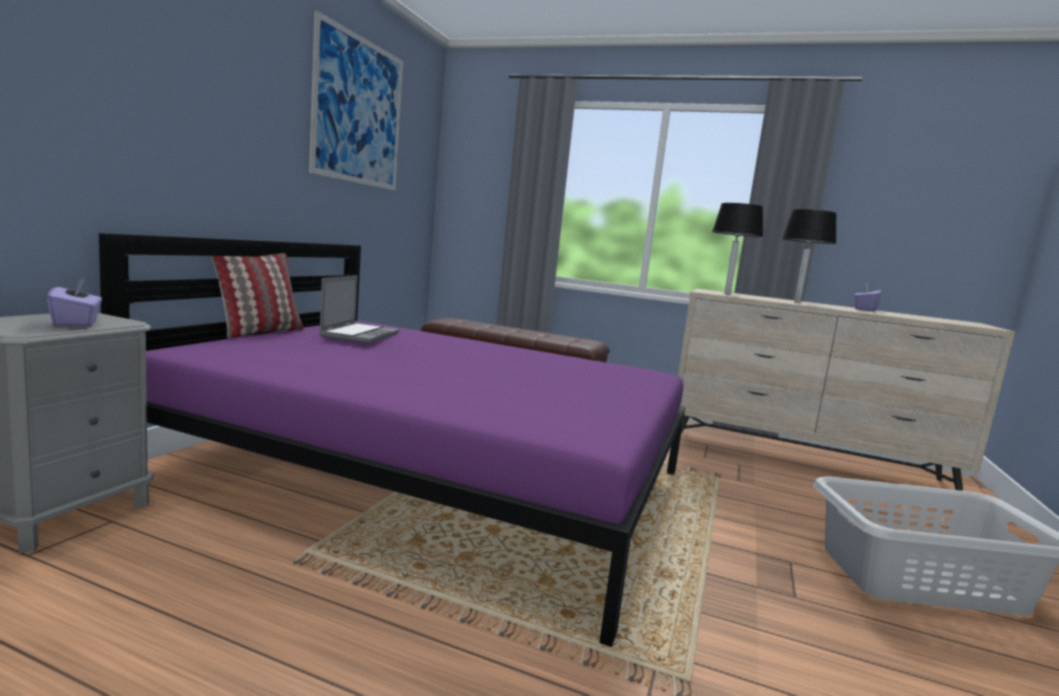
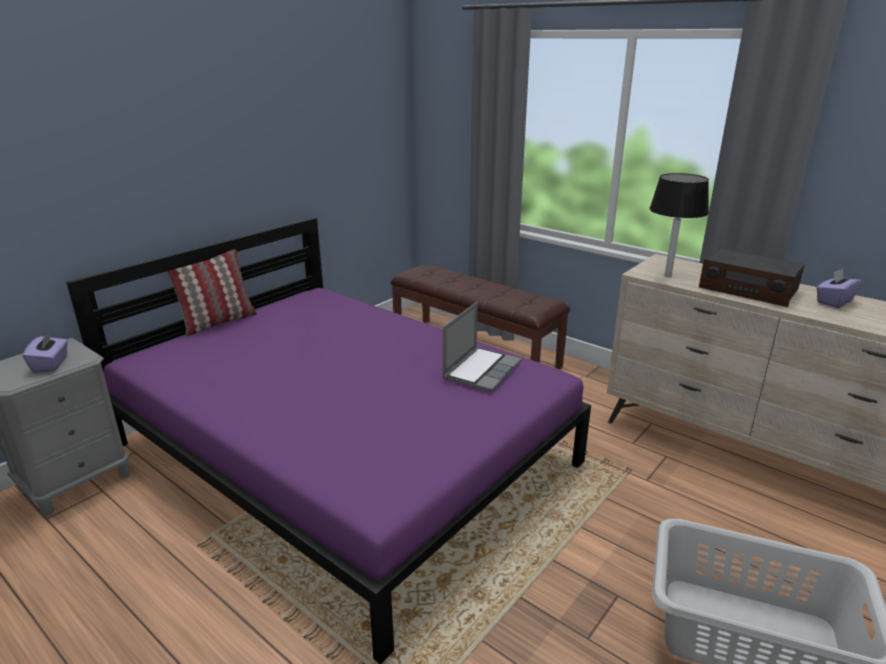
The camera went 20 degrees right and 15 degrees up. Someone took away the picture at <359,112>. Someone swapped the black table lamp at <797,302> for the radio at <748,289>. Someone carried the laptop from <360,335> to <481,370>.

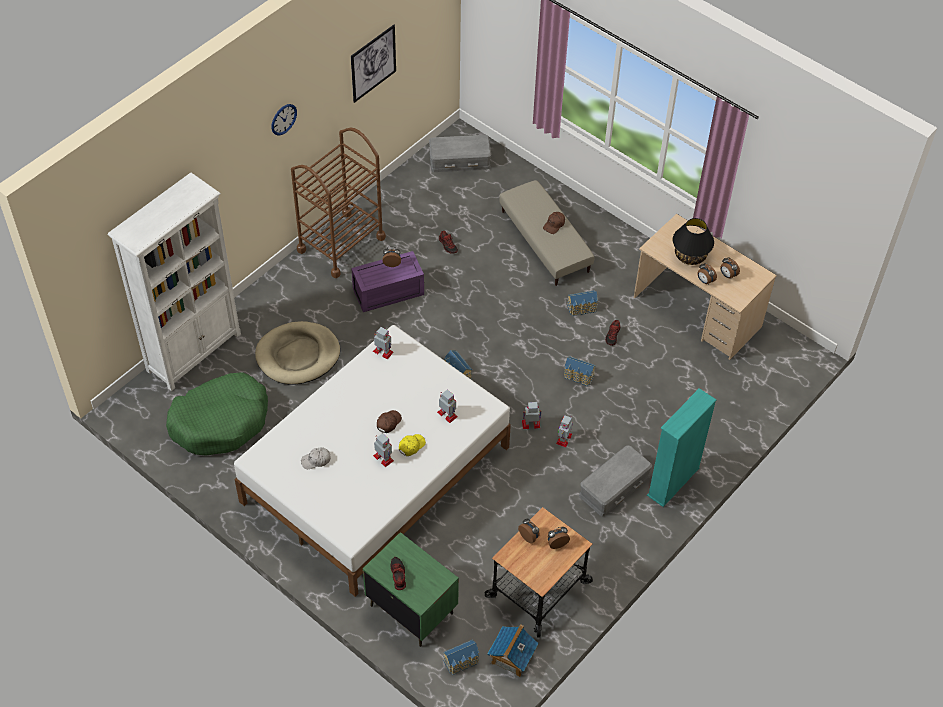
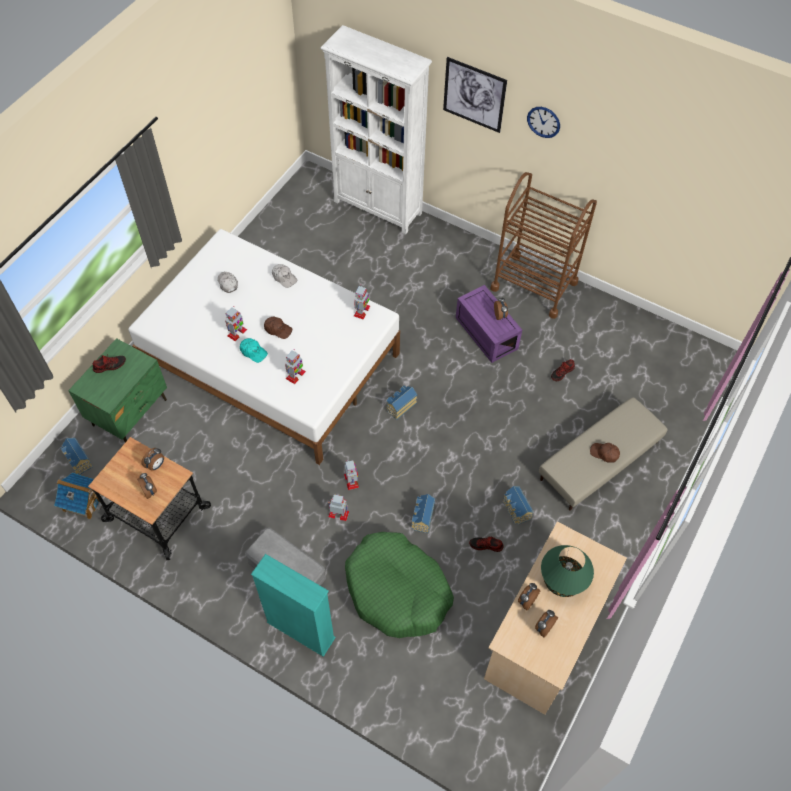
The camera went 80 degrees right and 5 degrees up. Someone carried the picture from <373,63> to <474,95>. Someone took away the grey storage box at <459,159>. Someone repainted the black table lamp at <690,255>, which became the green table lamp at <562,580>. Someone took away the beige dog bed at <298,355>. Someone carried the green dog bed from <220,421> to <397,590>. Someone repainted the yellow cap at <411,446>, which became the turquoise cap at <253,352>. Someone put down the white cap at <284,278>.

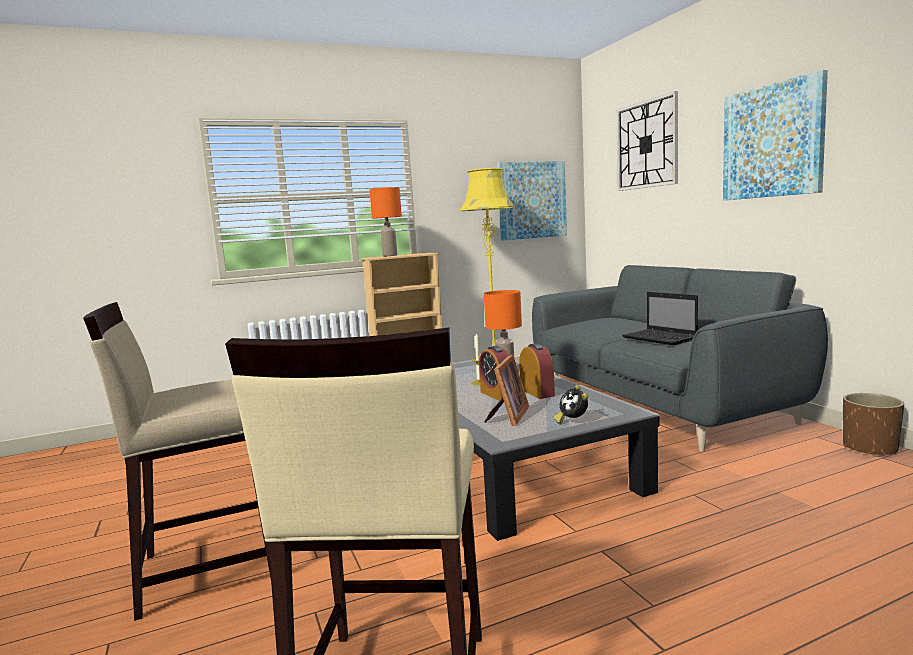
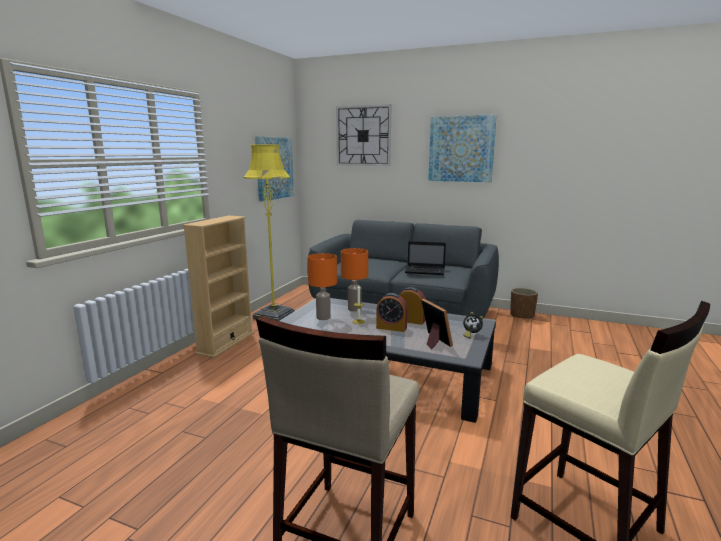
The camera went 45 degrees left and 5 degrees up. Someone carried the orange table lamp from <389,255> to <323,317>.

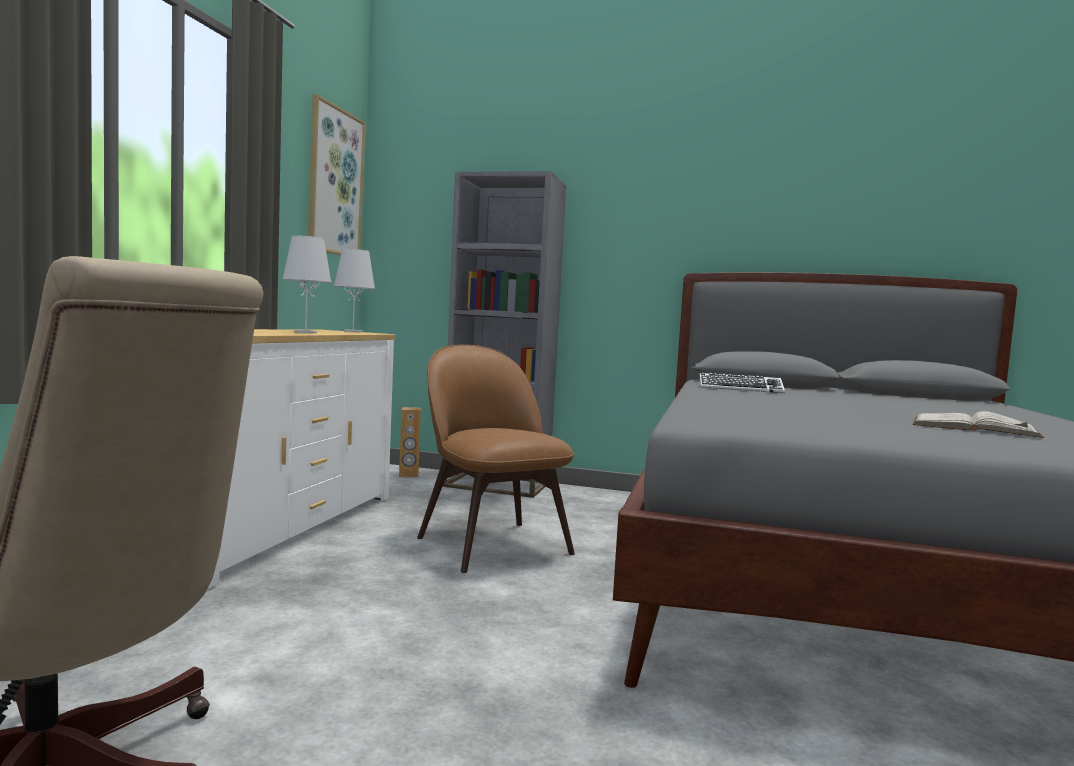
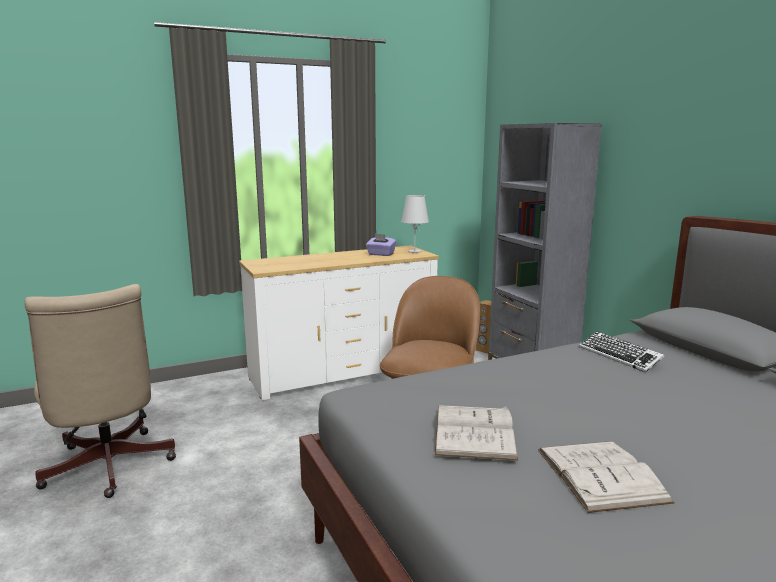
The camera went 50 degrees right and 10 degrees up. Someone took away the picture at <334,182>. Someone took away the white table lamp at <305,332>. Someone put down the purple tissue box at <381,254>. Someone put down the white book at <474,431>.

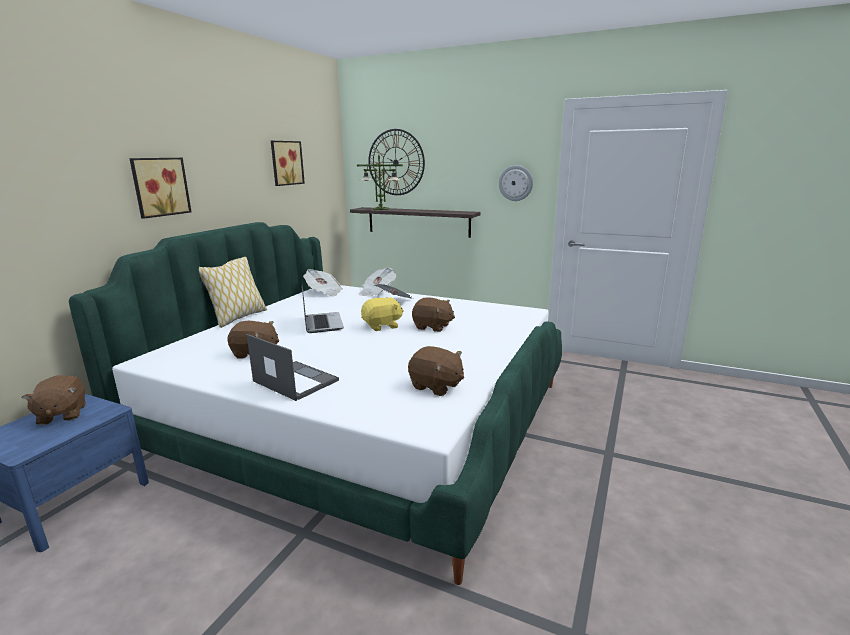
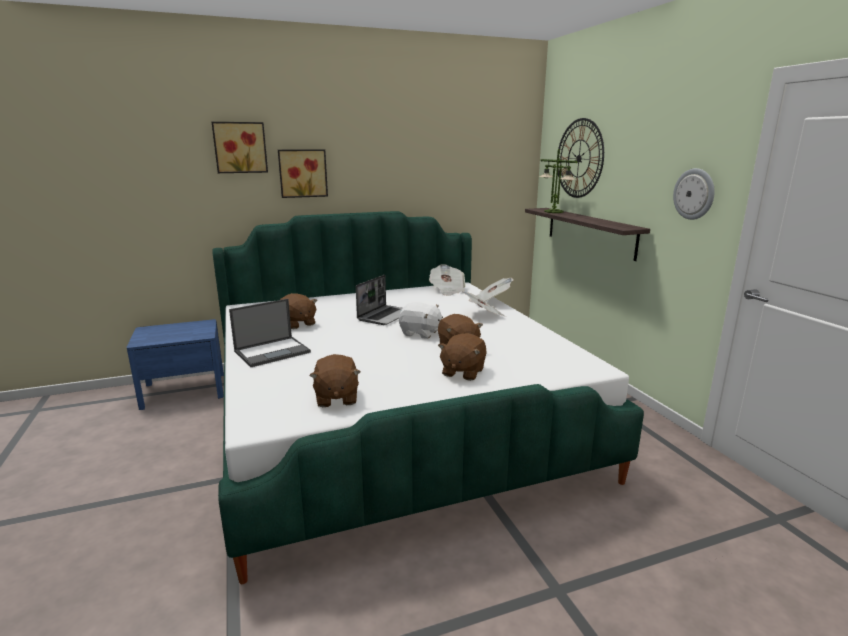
The camera went 45 degrees right and 0 degrees up. Someone carried the picture from <285,163> to <240,147>. Someone took away the pillow at <238,318>. Someone repainted the yellow plush toy at <382,326>, which became the white plush toy at <420,333>. Someone rotated the laptop at <294,381> by 60 degrees clockwise. Someone carried the brown plush toy from <62,415> to <462,372>.

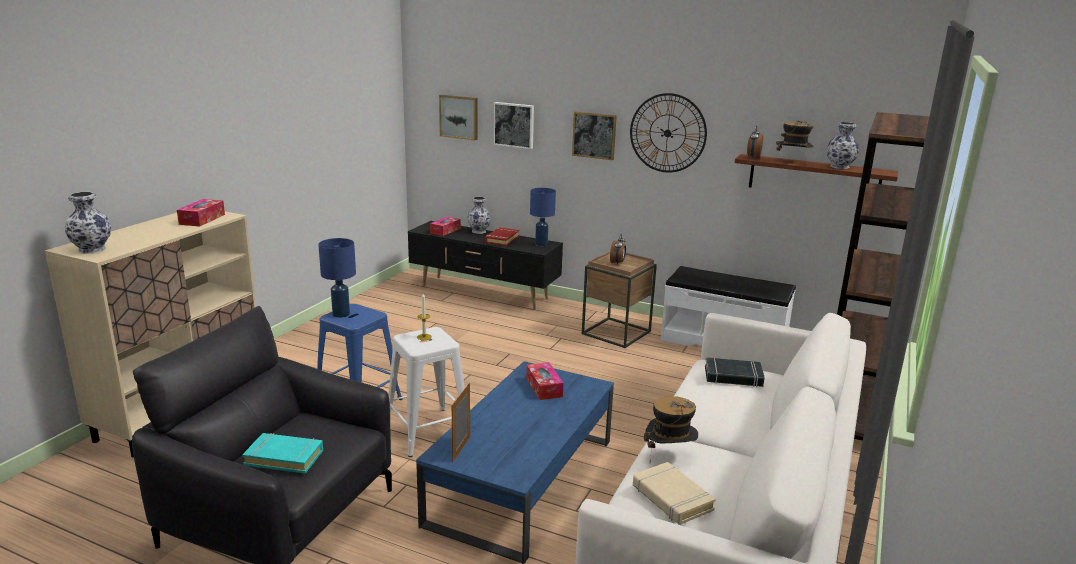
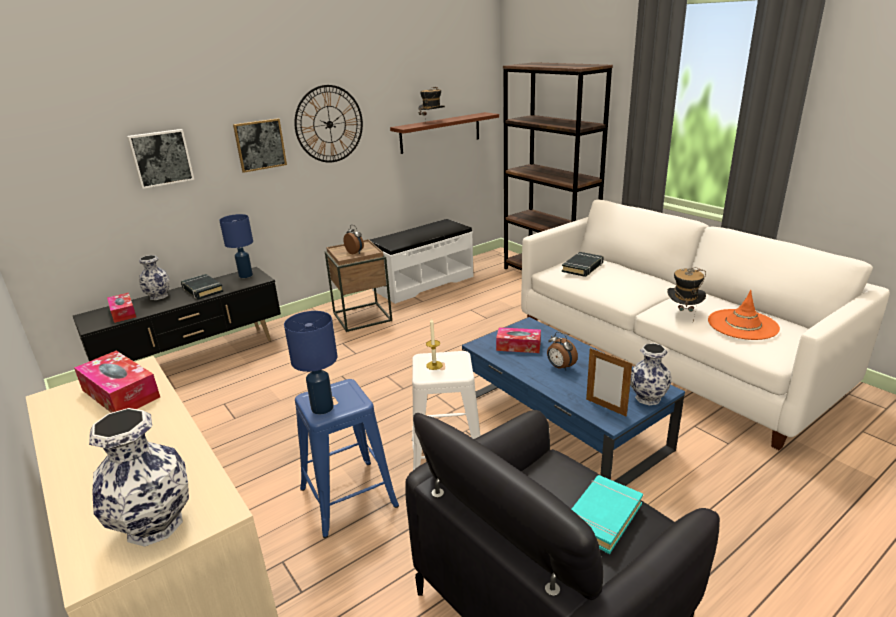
The camera went 60 degrees left and 5 degrees up. Someone took away the picture at <459,117>. Someone carried the vase from <839,167> to <648,398>. Someone carried the alarm clock from <753,157> to <560,367>. Someone repainted the red book at <501,239>, which became the black book at <202,290>. Someone swapped the beige book at <671,498> for the orange hat at <742,325>.

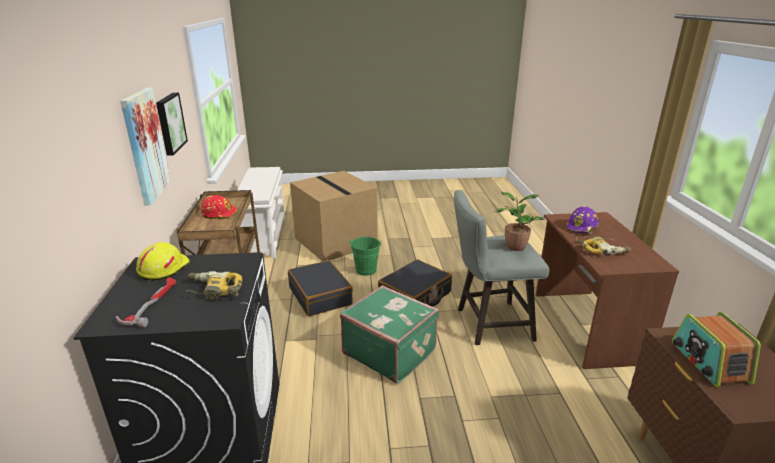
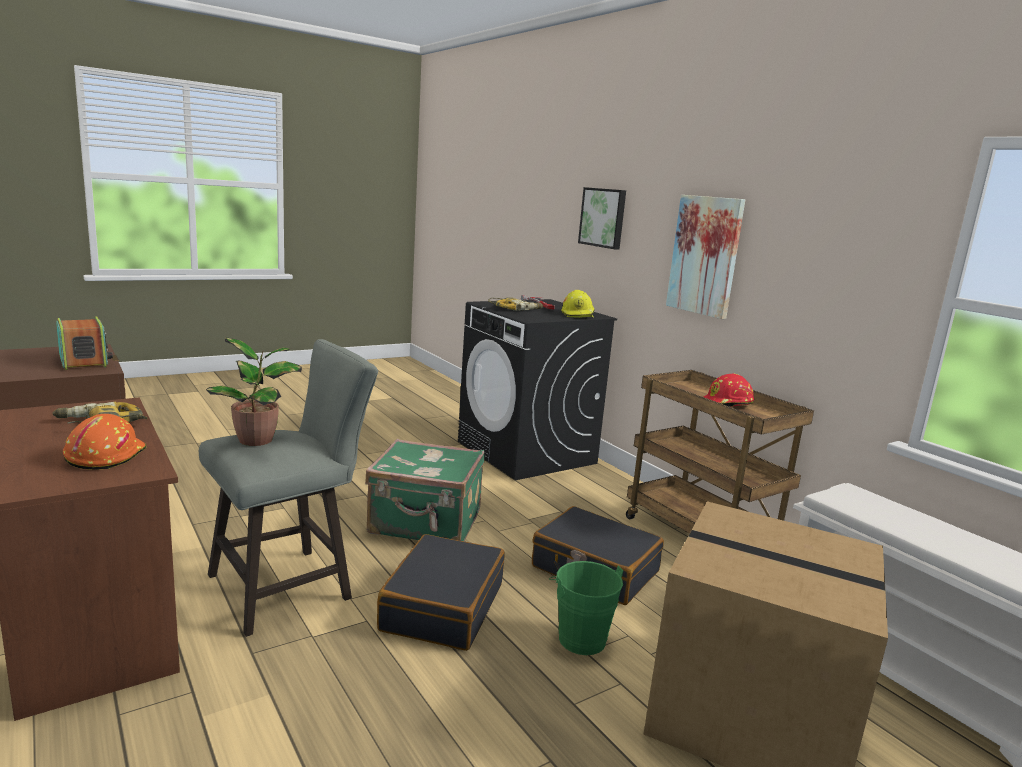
The camera went 150 degrees right and 10 degrees down. Someone carried the picture from <169,123> to <603,217>. Someone repainted the purple hard hat at <582,227>, which became the orange hard hat at <104,456>.

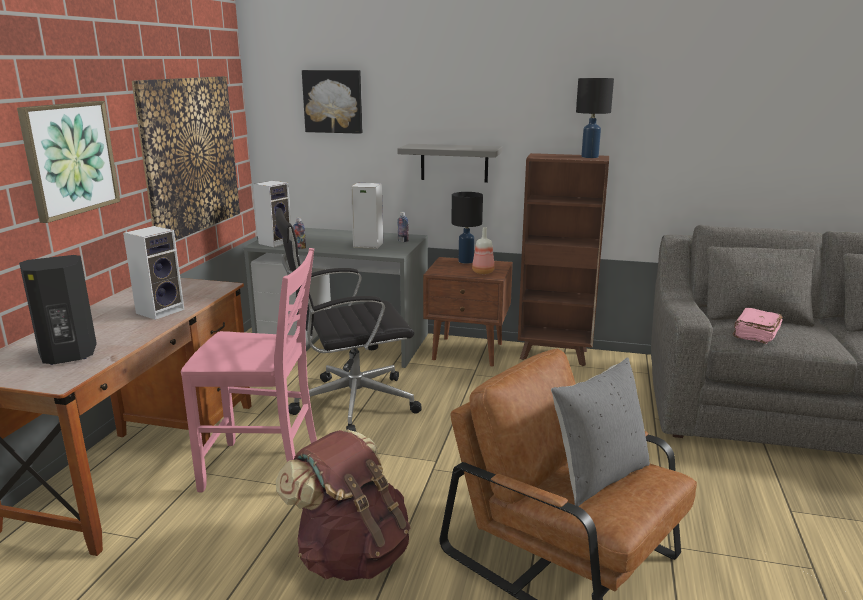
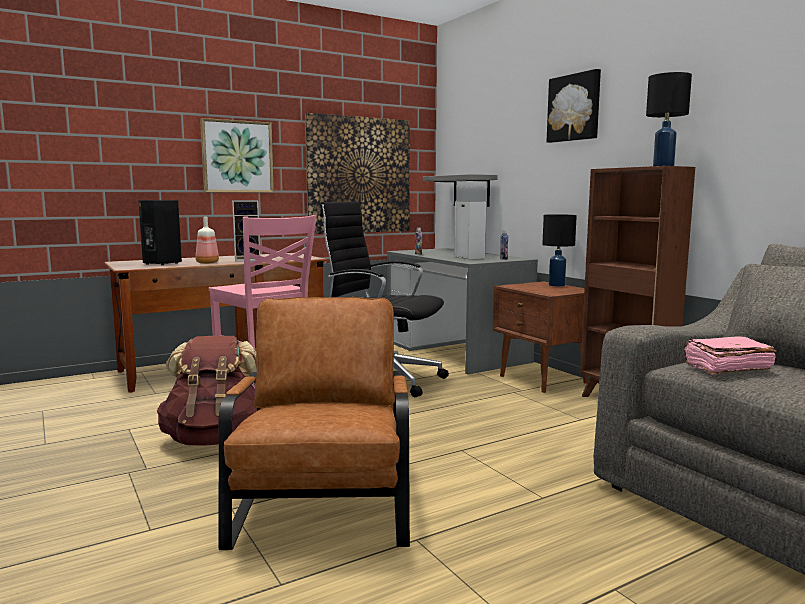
The camera went 45 degrees right and 10 degrees down. Someone carried the picture from <333,101> to <574,108>. Someone carried the grey shelf from <454,163> to <471,191>. Someone took away the speaker at <276,242>. Someone carried the bottle from <483,272> to <206,263>. Someone took away the grey pillow at <598,476>.

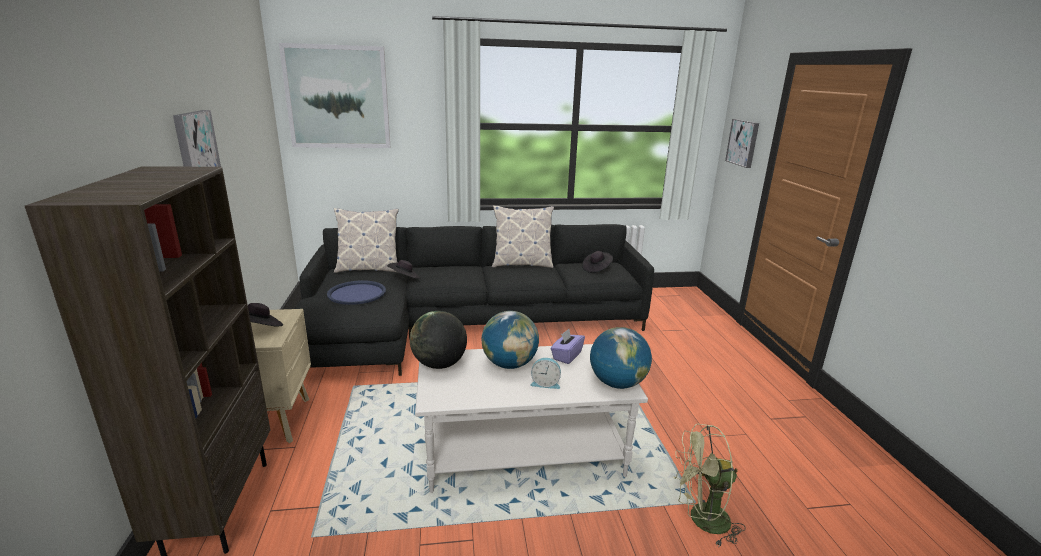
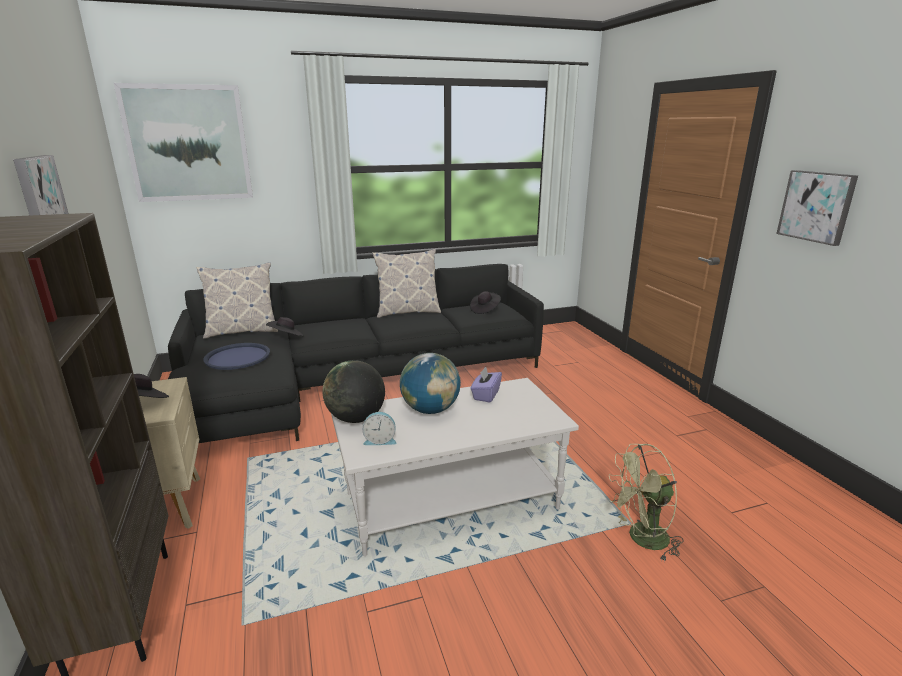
The camera went 10 degrees left and 0 degrees up. Someone carried the picture from <743,143> to <816,206>. Someone took away the globe at <617,383>. Someone carried the alarm clock from <545,383> to <380,440>.

